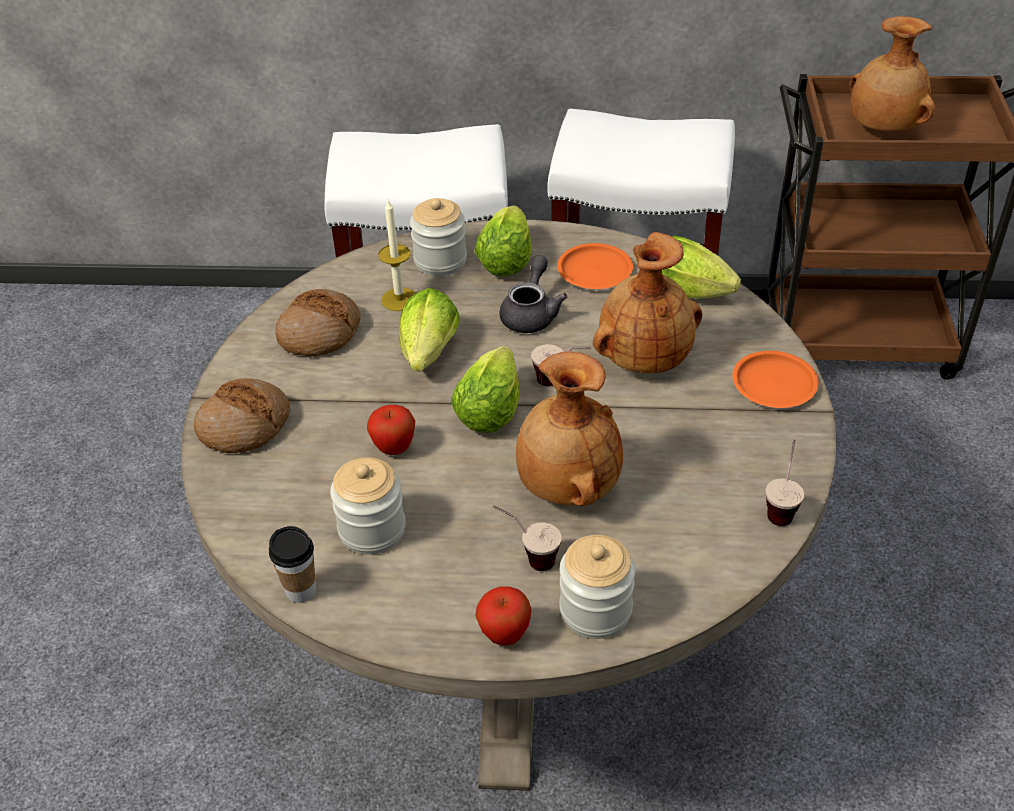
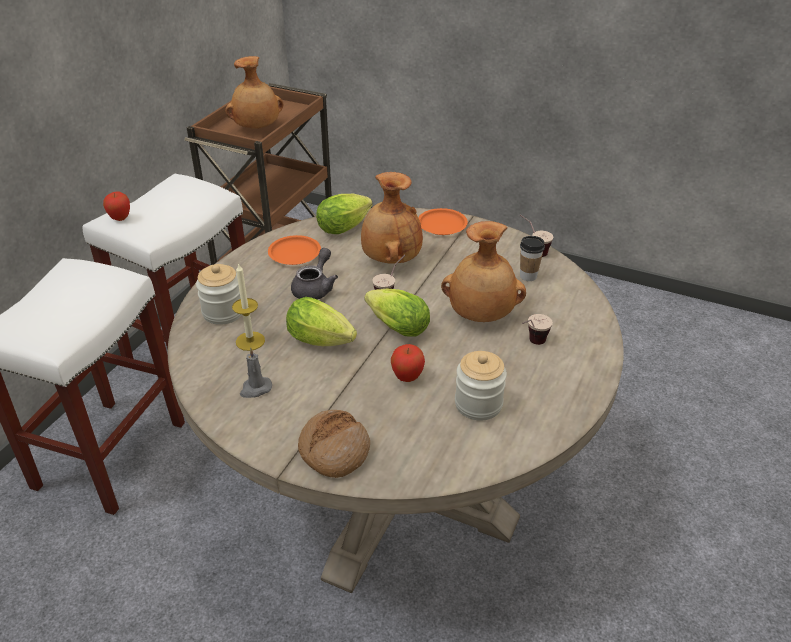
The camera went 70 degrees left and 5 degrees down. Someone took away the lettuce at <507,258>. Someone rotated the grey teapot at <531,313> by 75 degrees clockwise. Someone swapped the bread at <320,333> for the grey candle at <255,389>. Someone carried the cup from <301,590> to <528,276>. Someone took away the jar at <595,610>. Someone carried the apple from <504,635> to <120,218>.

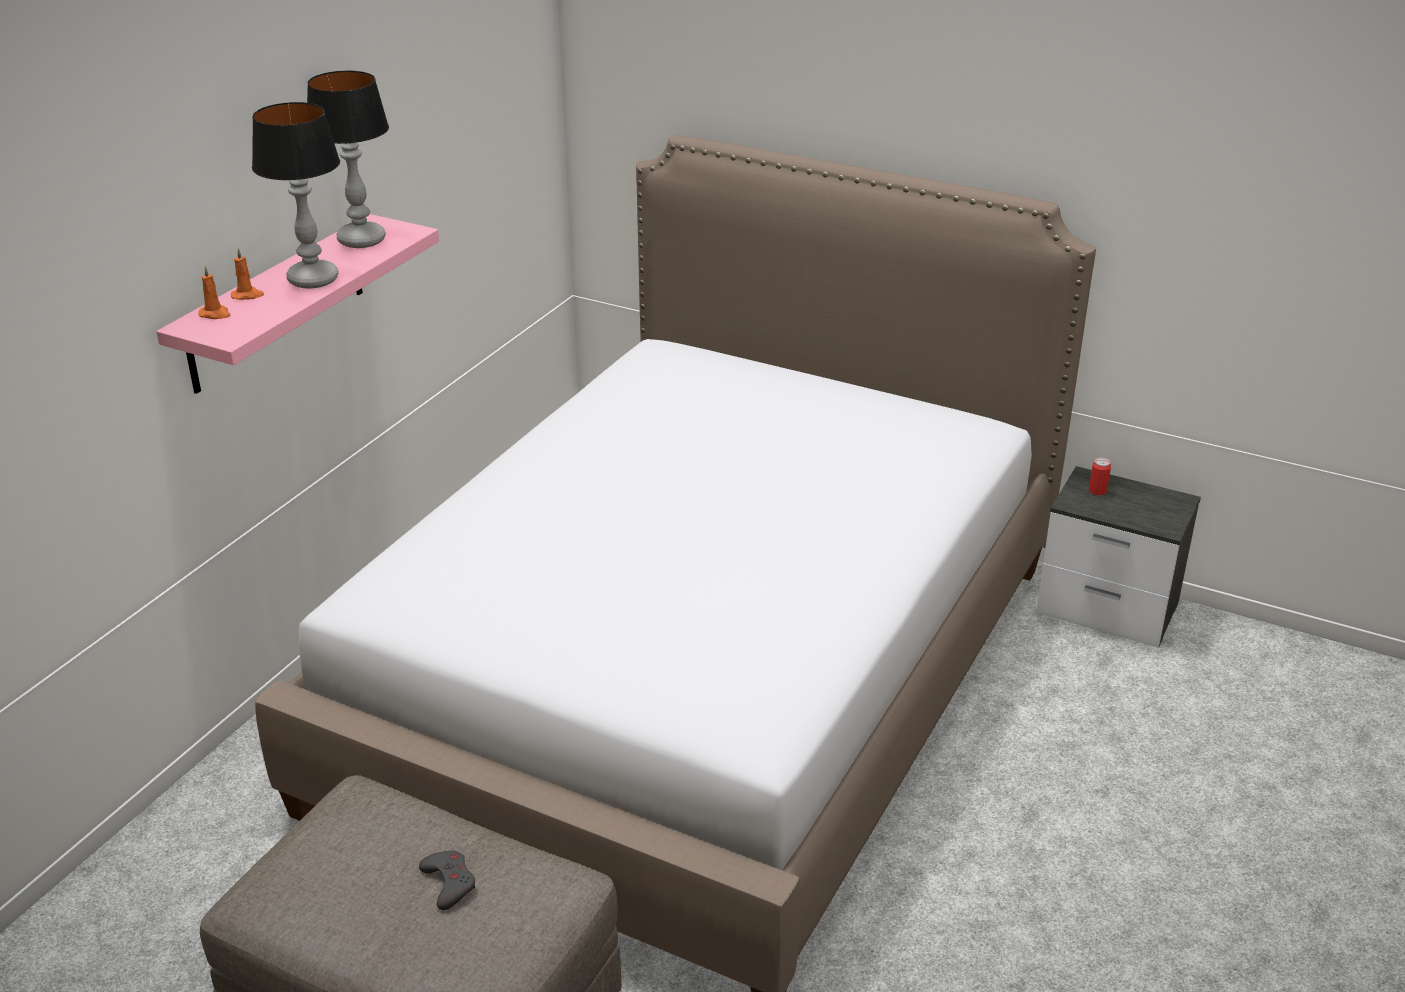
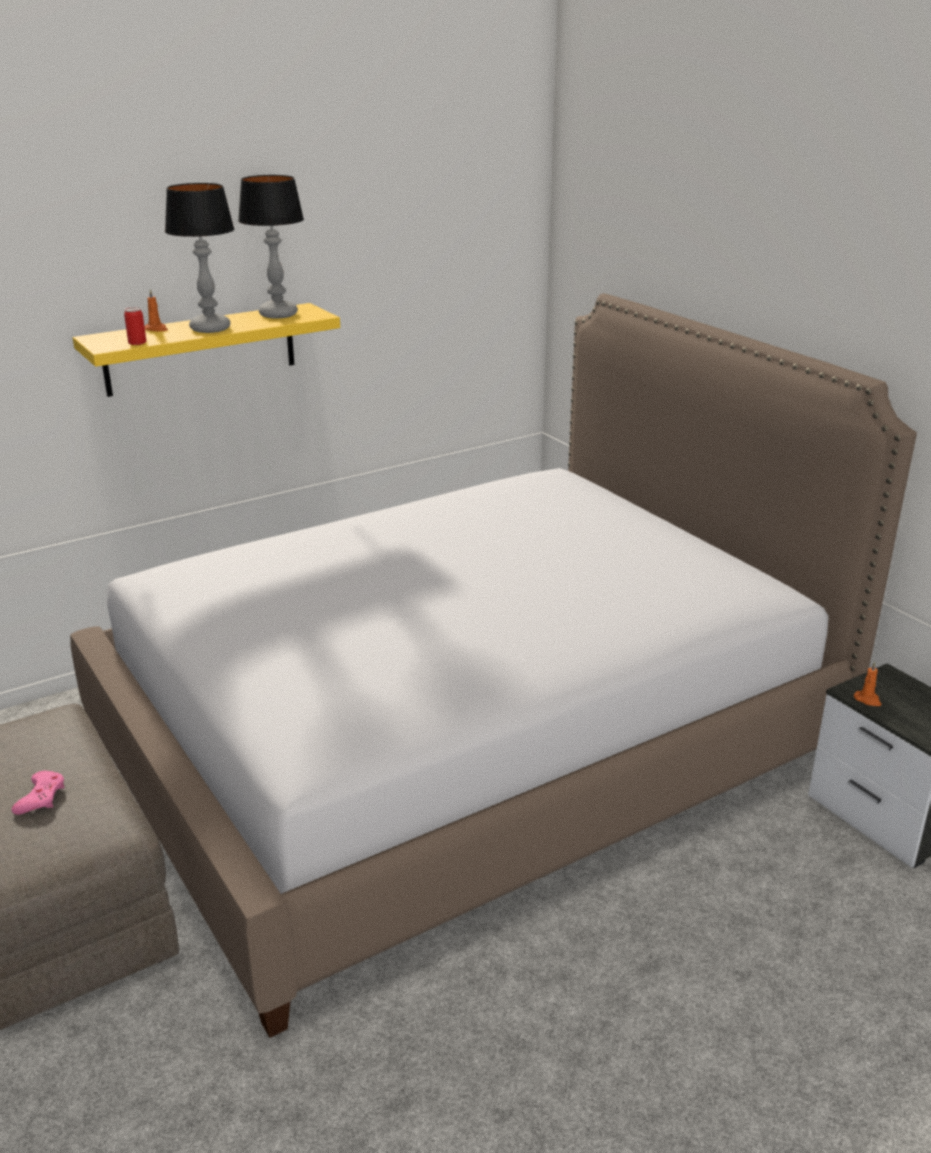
The camera went 30 degrees right and 5 degrees down. Someone repainted the pink shelf at <276,304>, which became the yellow shelf at <200,349>. Someone carried the orange candle from <215,314> to <868,700>. Someone carried the can from <1097,491> to <137,342>. Someone repainted the grey game controller at <449,883>, which became the pink game controller at <41,797>.

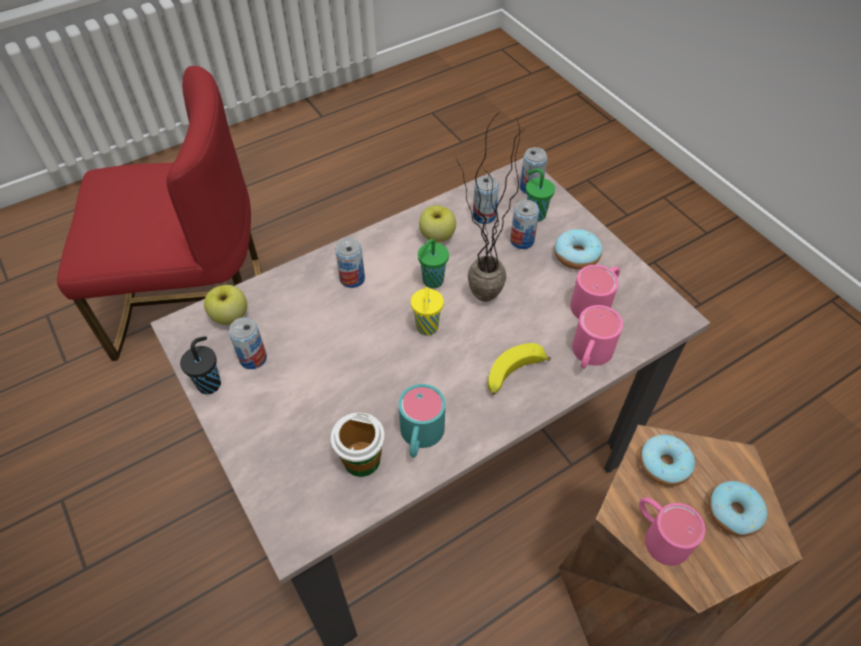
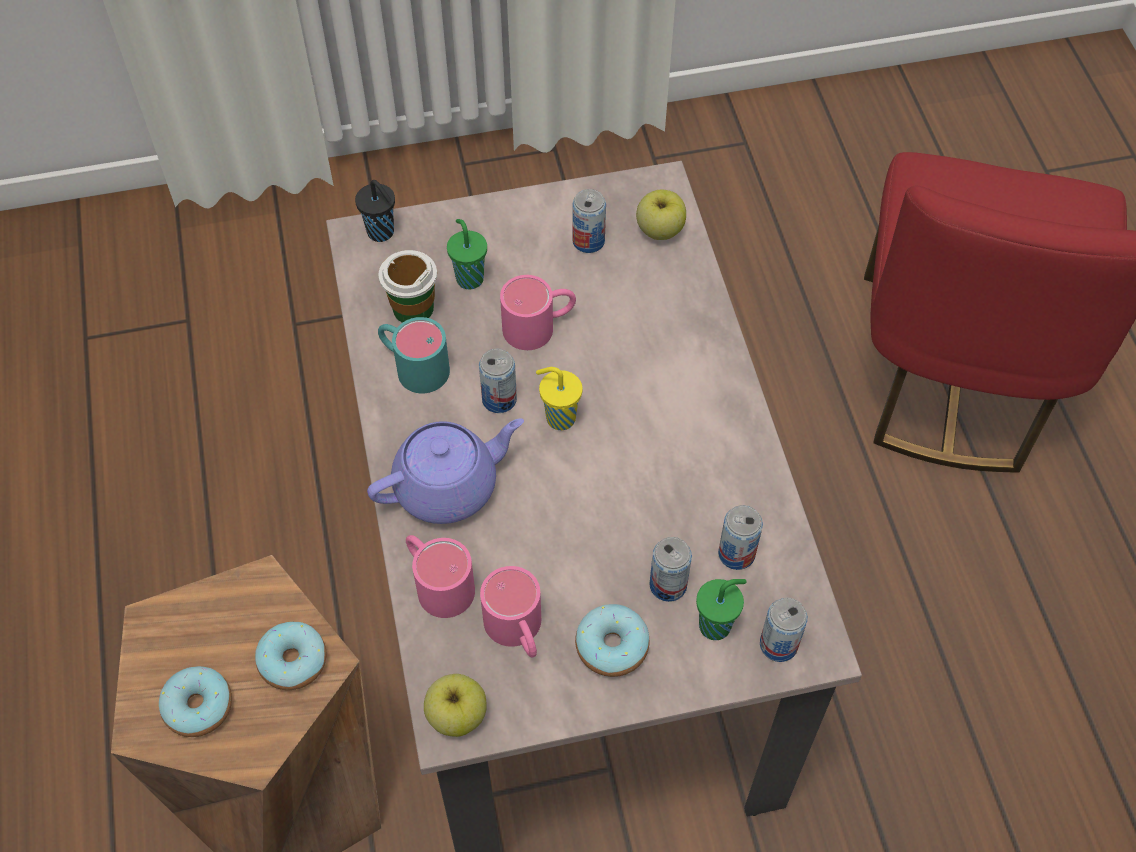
The camera went 110 degrees right and 5 degrees up. Someone took away the potted plant at <477,302>. Someone carried the apple from <437,236> to <457,715>. Someone carried the can from <352,279> to <499,399>. Someone carried the green cup from <432,281> to <469,277>. Someone carried the black cup from <210,383> to <382,233>. Someone swapped the banana at <513,375> for the purple teapot at <448,486>. Someone carried the pink mug from <659,534> to <539,326>.

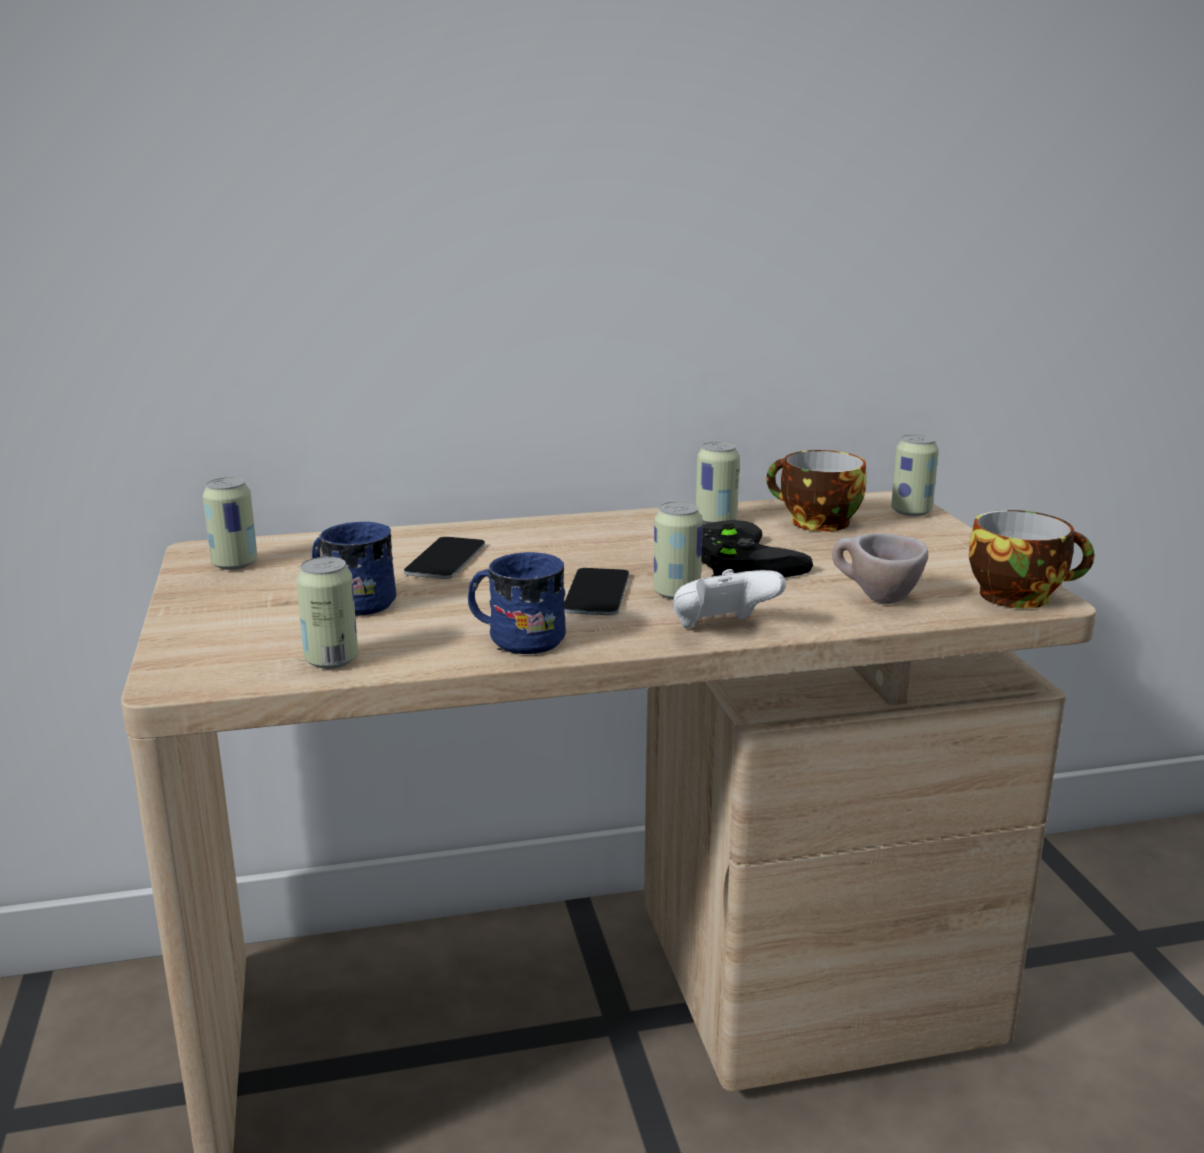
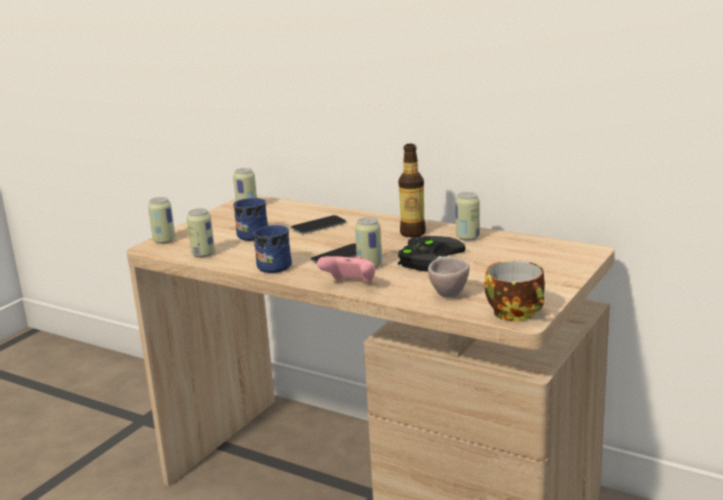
The camera went 45 degrees right and 0 degrees up. Someone carried the can from <911,512> to <164,240>. Someone took away the cup at <815,523>. Someone repainted the white game controller at <721,629>, which became the pink game controller at <350,285>. Someone put down the bottle at <413,233>.

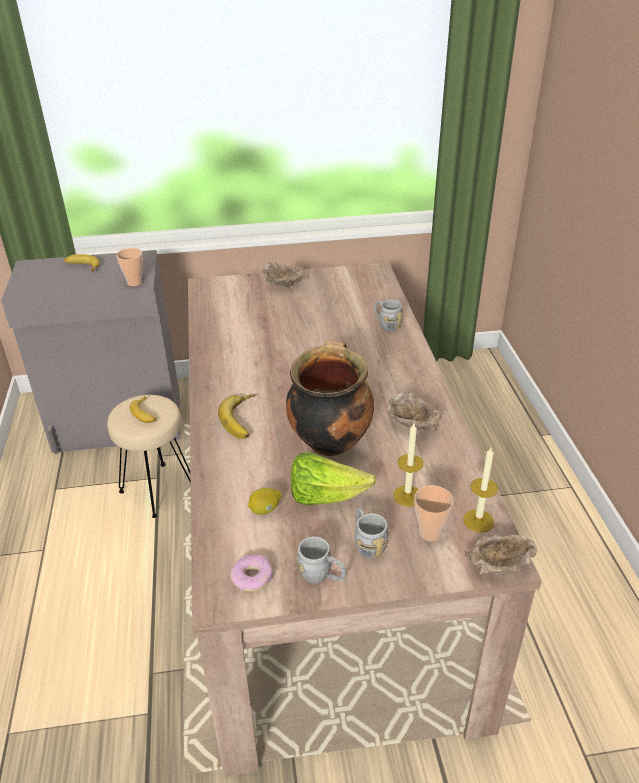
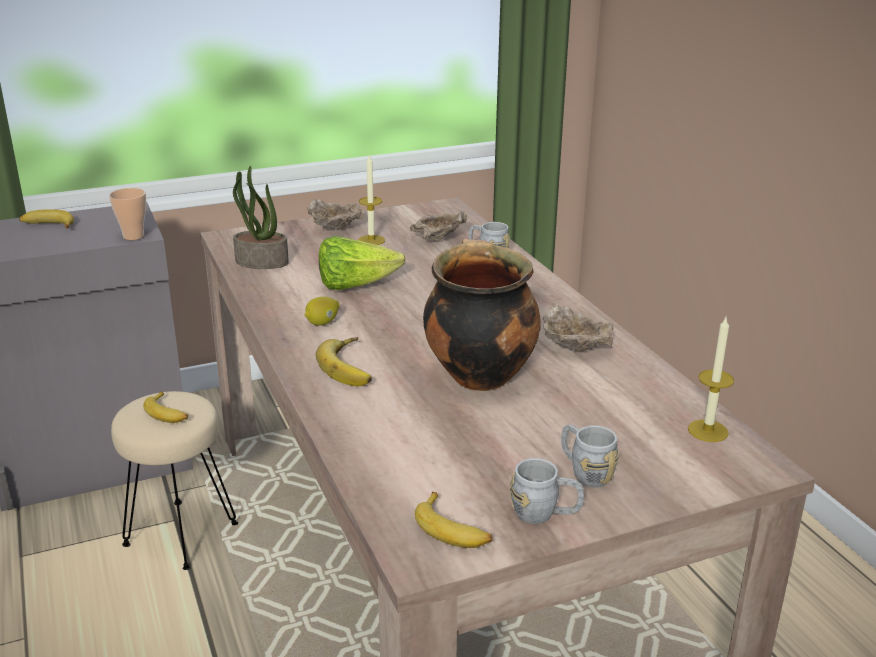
The camera went 15 degrees left and 10 degrees down. Someone carried the candle from <407,496> to <371,240>. Someone carried the lettuce from <325,496> to <355,285>. Someone took away the cup at <430,533>. Someone carried the lemon from <265,510> to <322,323>. Someone carried the beige bowl from <498,567> to <439,240>. Someone swapped the donut at <252,577> for the banana at <453,530>. Someone put down the potted plant at <261,262>.

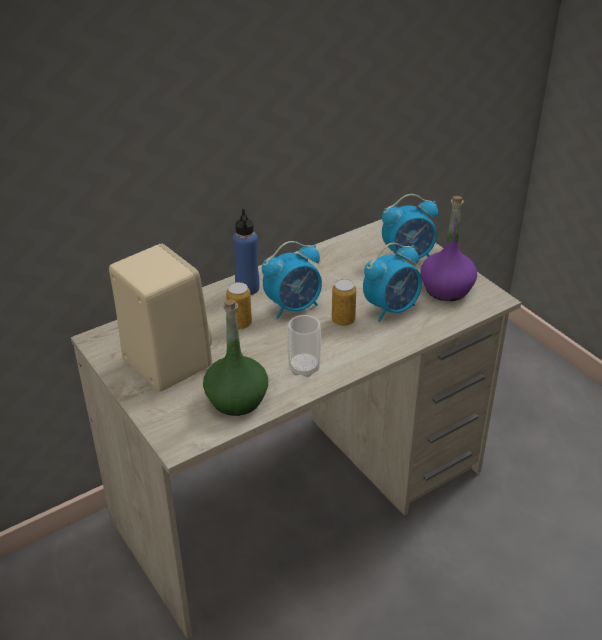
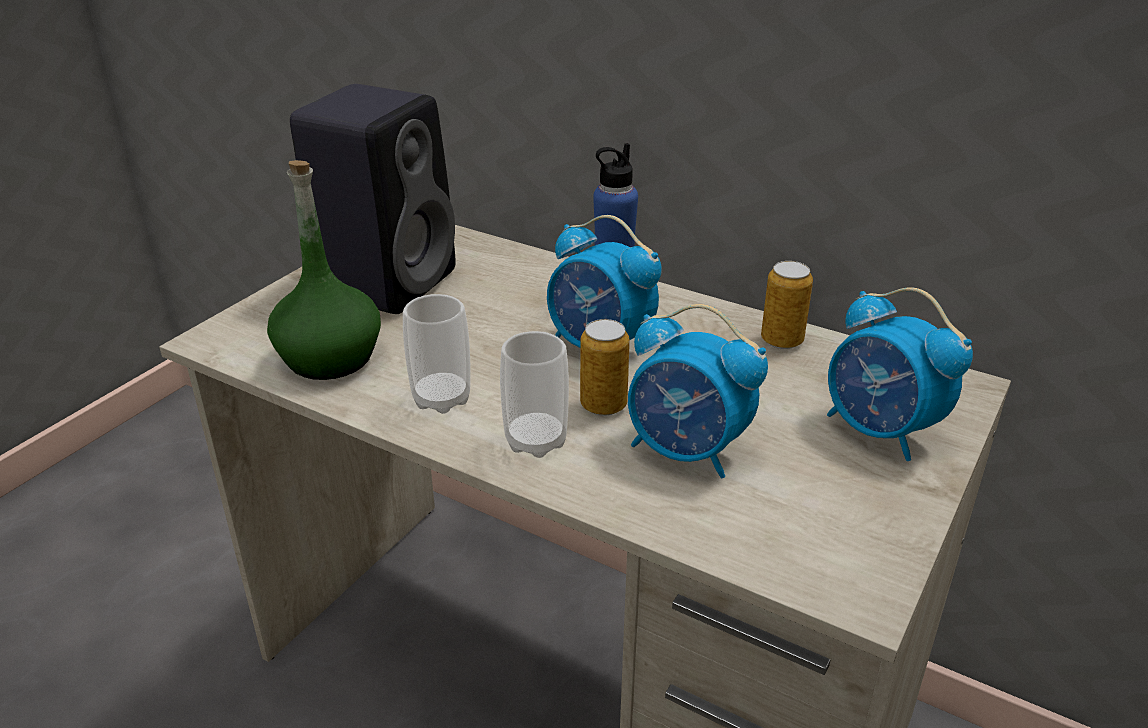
The camera went 65 degrees right and 5 degrees down. Someone took away the purple bottle at <446,289>. Someone repainted the beige speaker at <164,361>, which became the black speaker at <388,280>. Someone carried the can from <240,323> to <782,340>. Someone put down the cup at <536,441>.

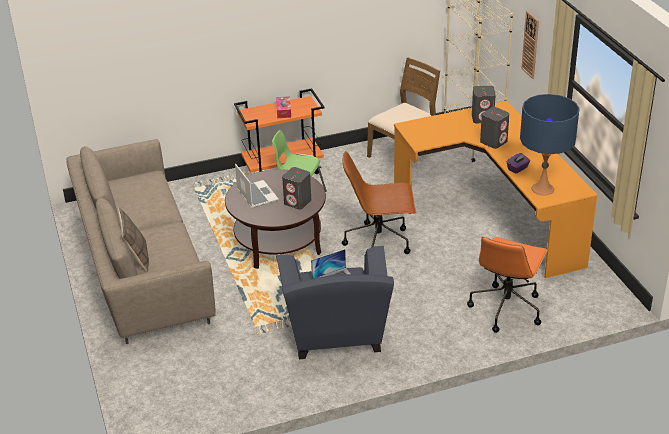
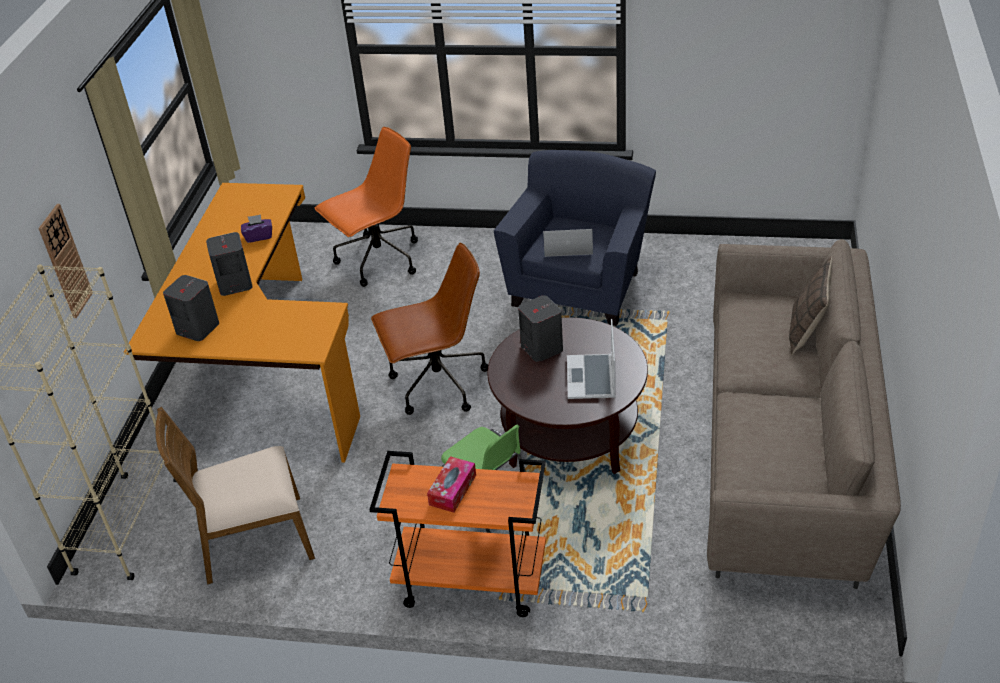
The camera went 150 degrees left and 5 degrees up. Someone took away the blue table lamp at <542,189>. Someone rotated the brown office chair at <379,242> by 45 degrees counterclockwise.

